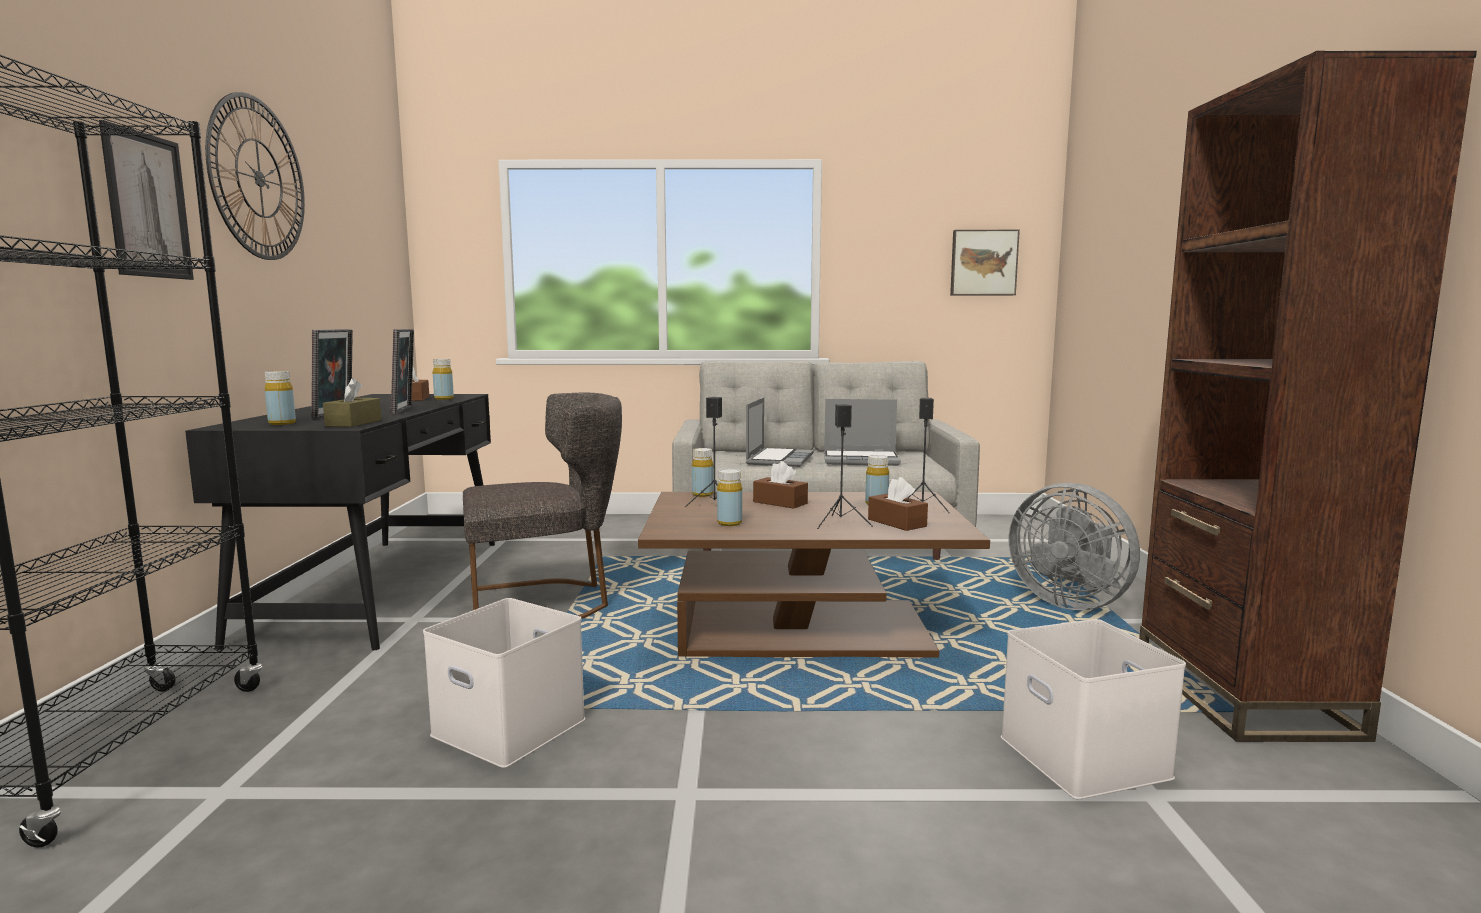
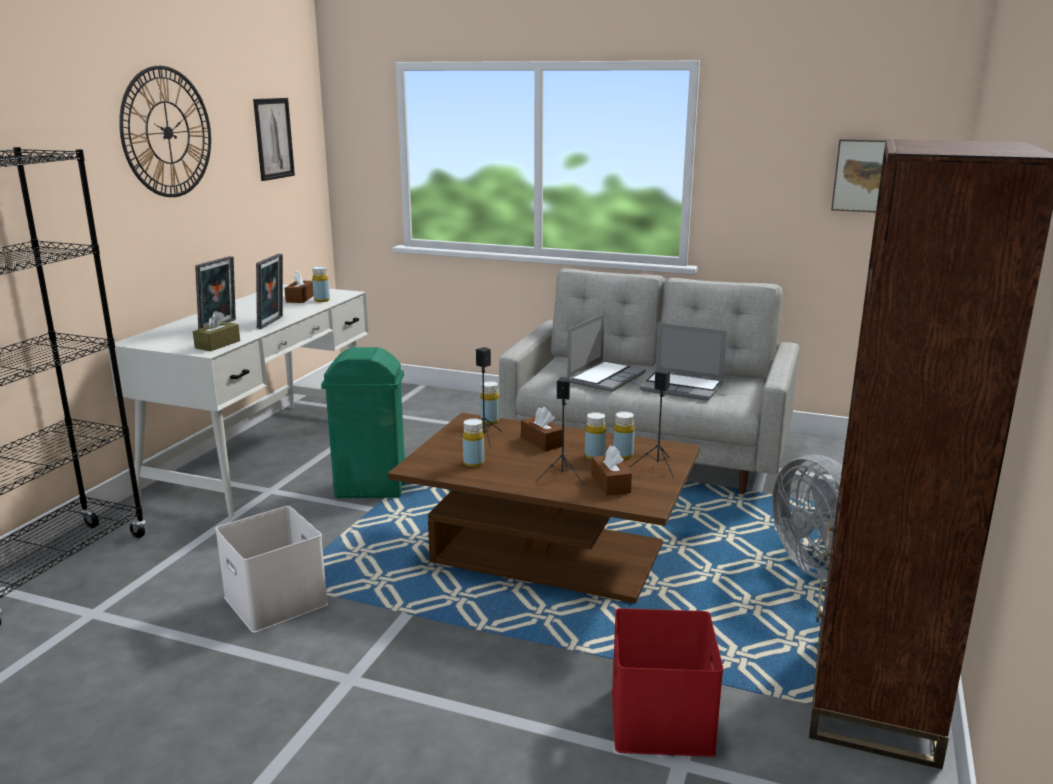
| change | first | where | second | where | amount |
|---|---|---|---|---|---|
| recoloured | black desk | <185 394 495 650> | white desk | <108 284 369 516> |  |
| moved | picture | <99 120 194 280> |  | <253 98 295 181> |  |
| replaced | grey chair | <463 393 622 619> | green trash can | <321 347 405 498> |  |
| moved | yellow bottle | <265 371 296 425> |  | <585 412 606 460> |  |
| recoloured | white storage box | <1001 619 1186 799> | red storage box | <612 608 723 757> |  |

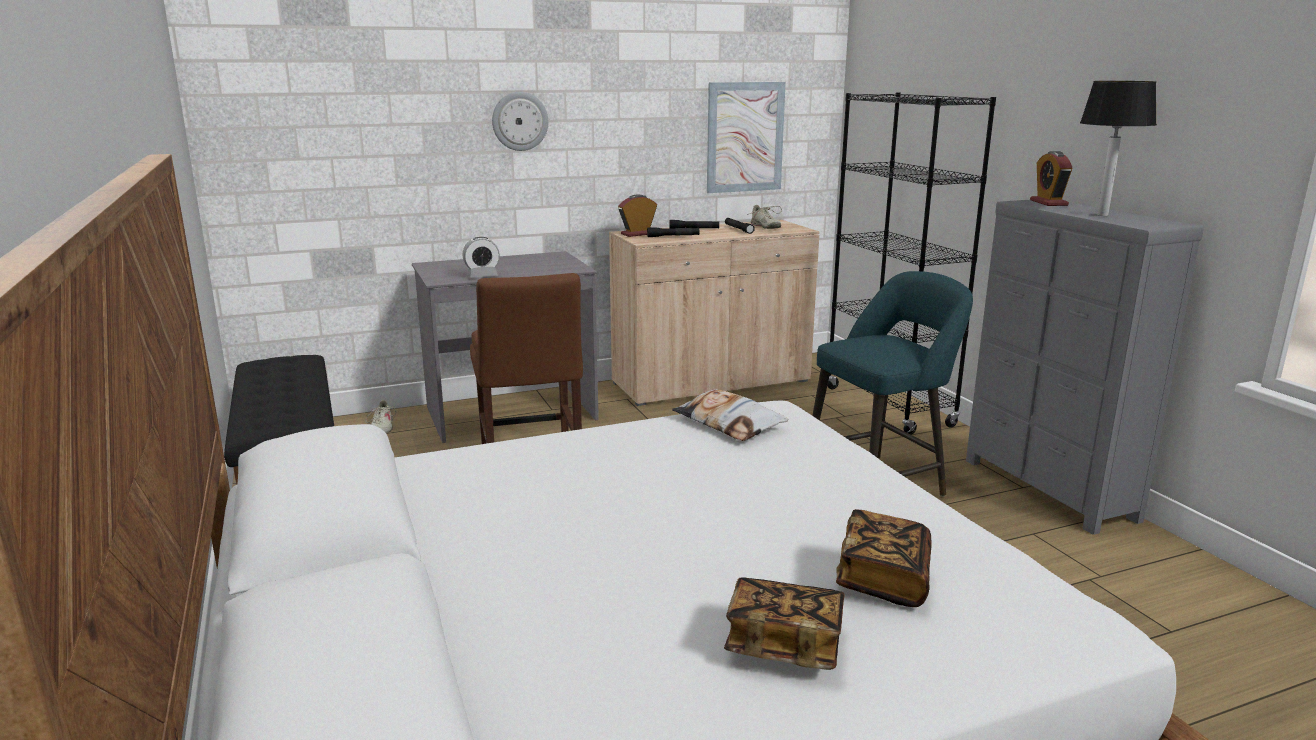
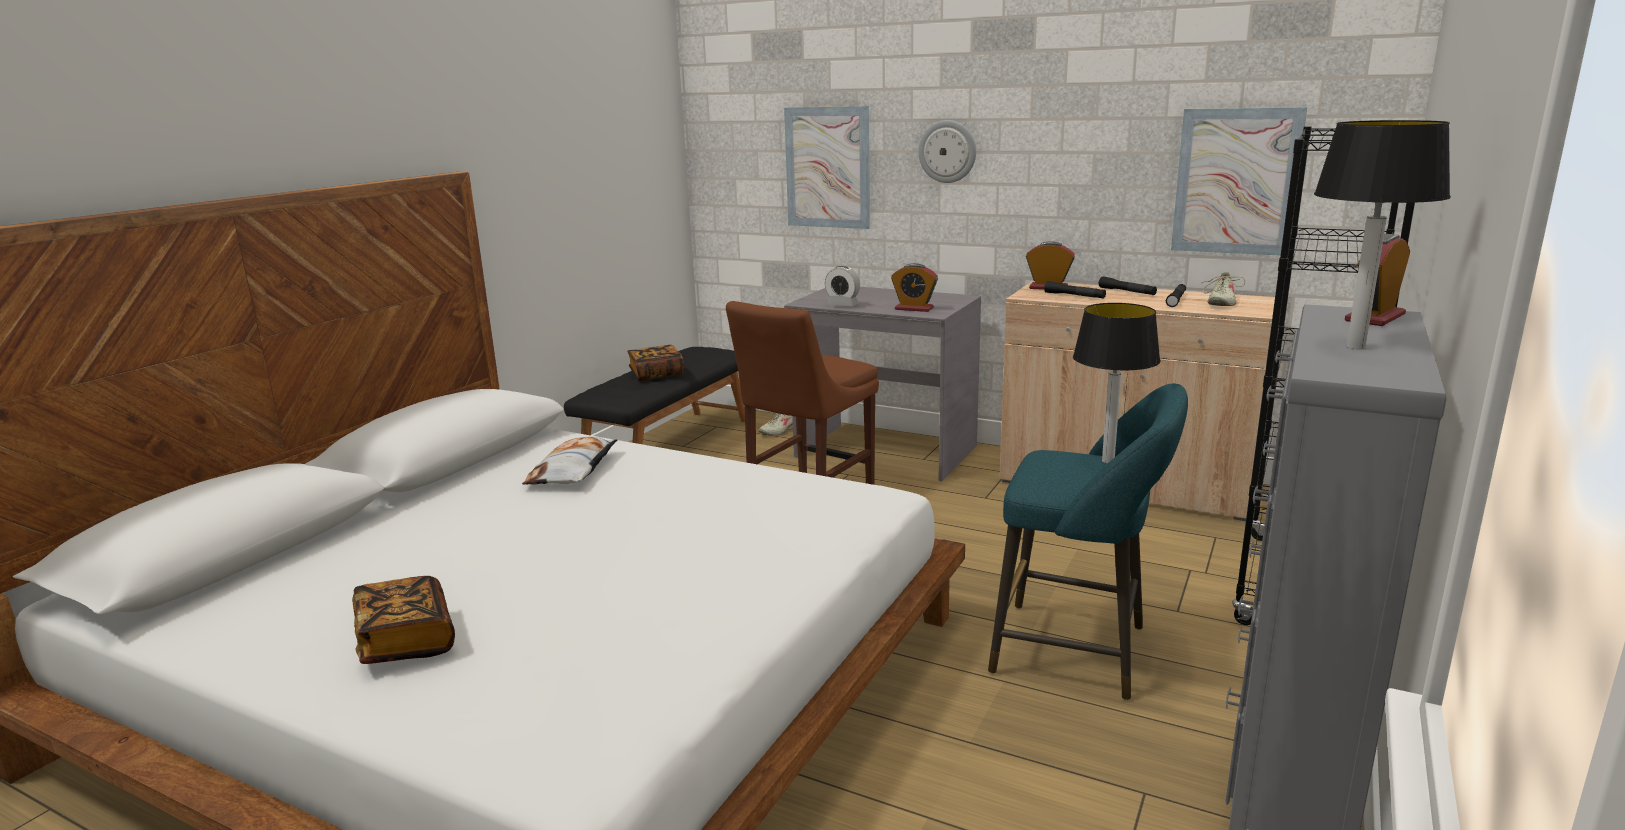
| change | first | where | second | where | amount |
|---|---|---|---|---|---|
| moved | pillow | <672 390 788 441> |  | <522 437 617 485> |  |
| moved | book | <836 509 932 607> |  | <627 345 683 381> |  |
| added |  |  | picture | <784 106 870 229> |  |
| added |  |  | alarm clock | <891 263 938 312> |  |
| added |  |  | table lamp | <1073 303 1161 463> |  |

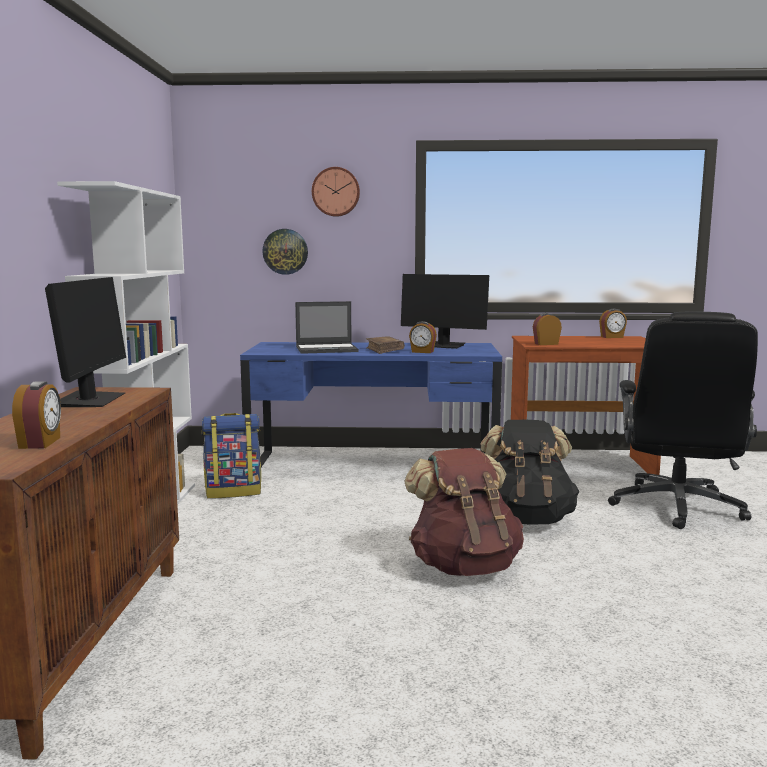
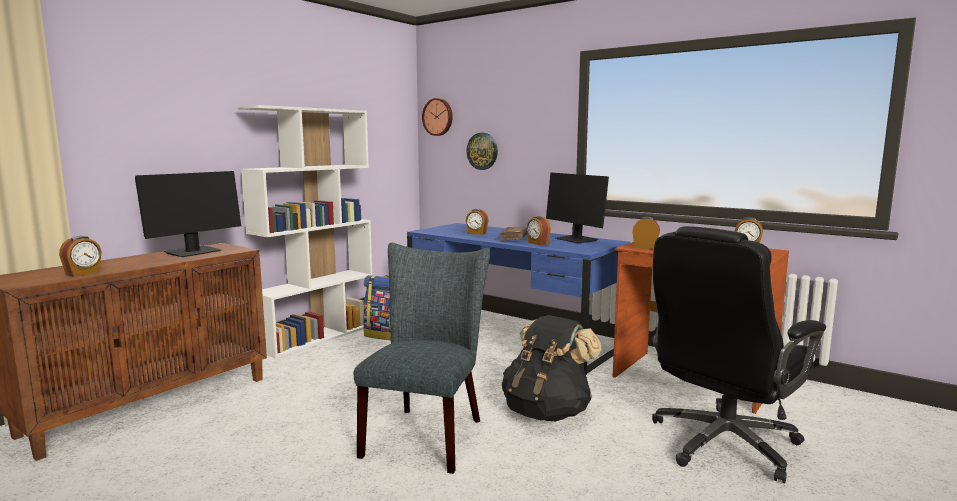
| change | first | where | second | where | amount |
|---|---|---|---|---|---|
| replaced | brown backpack | <404 448 524 576> | grey chair | <354 243 490 474> |  |
| moved | wall clock | <312 167 360 217> |  | <422 98 453 136> |  |
| replaced | laptop | <295 301 359 354> | alarm clock | <466 209 489 235> |  |

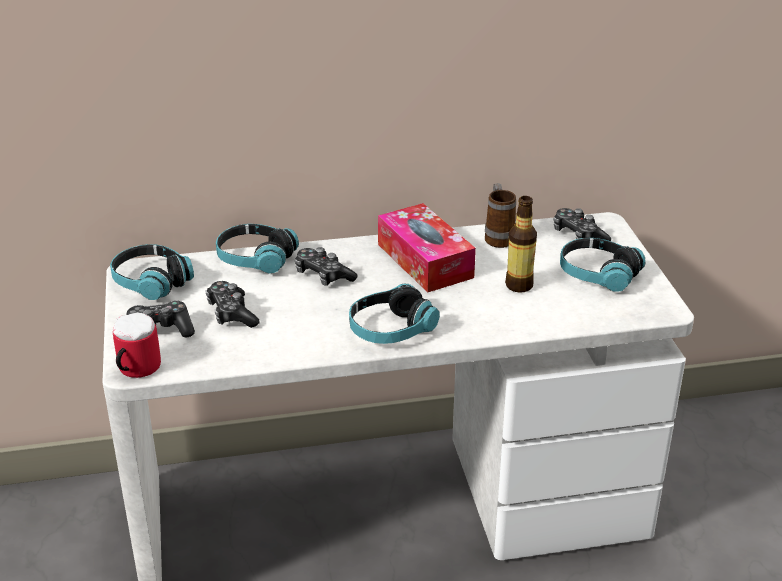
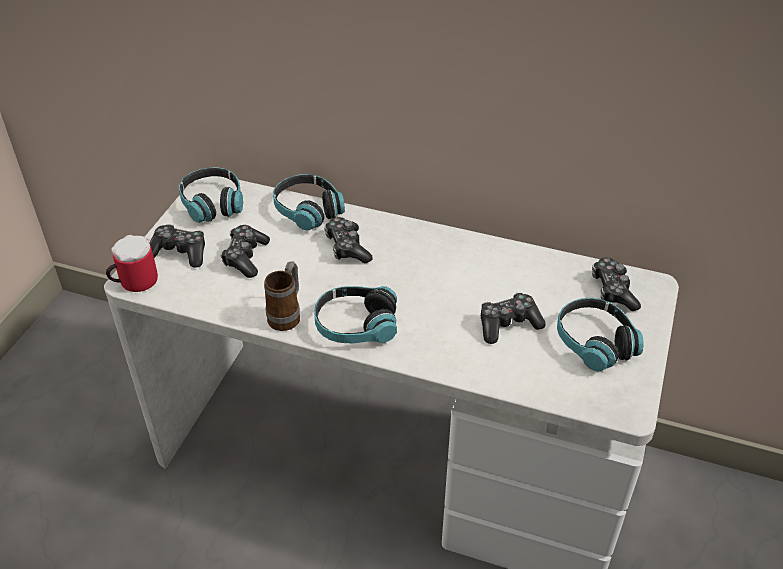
| change | first | where | second | where | amount |
|---|---|---|---|---|---|
| moved | mug | <485 183 516 248> |  | <264 262 300 331> |  |
| replaced | bottle | <505 196 537 293> | game controller | <481 293 546 344> |  |
| removed | tissue box | <378 203 476 292> |  |  |  |

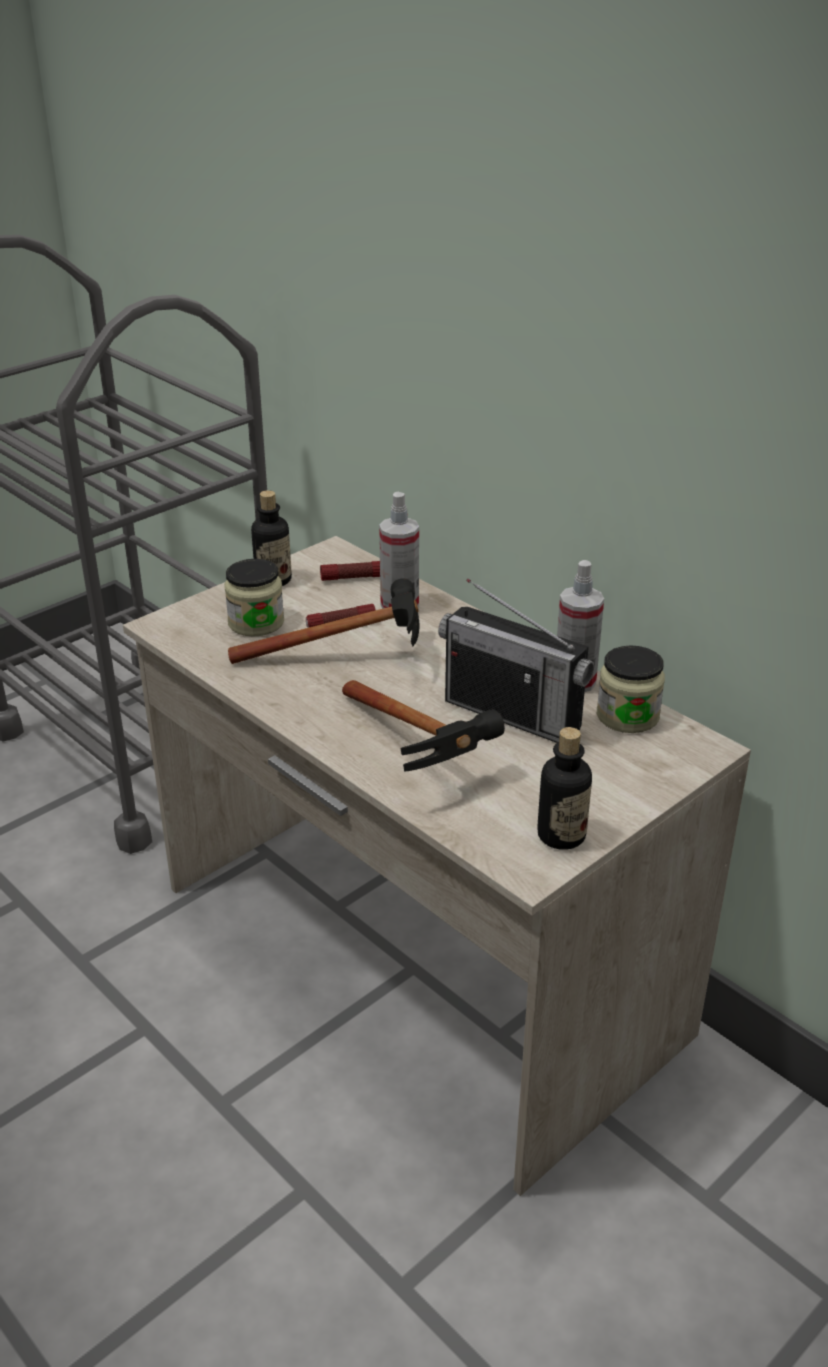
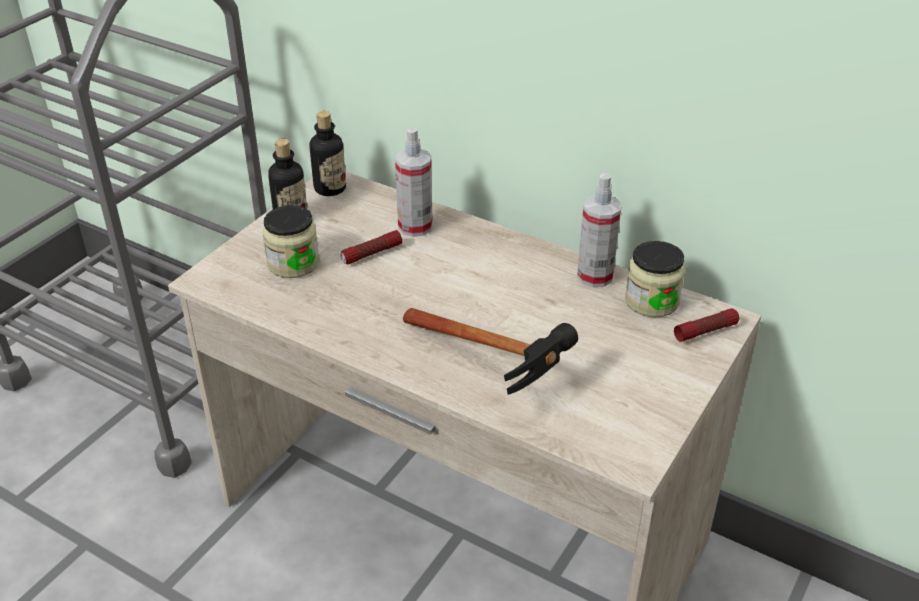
| change | first | where | second | where | amount |
|---|---|---|---|---|---|
| moved | bottle | <537 727 592 850> |  | <309 111 346 196> |  |
| moved | flashlight | <320 561 380 581> |  | <674 308 740 342> |  |
| removed | hammer | <228 578 420 664> |  |  |  |
| removed | radio | <438 579 594 743> |  |  |  |

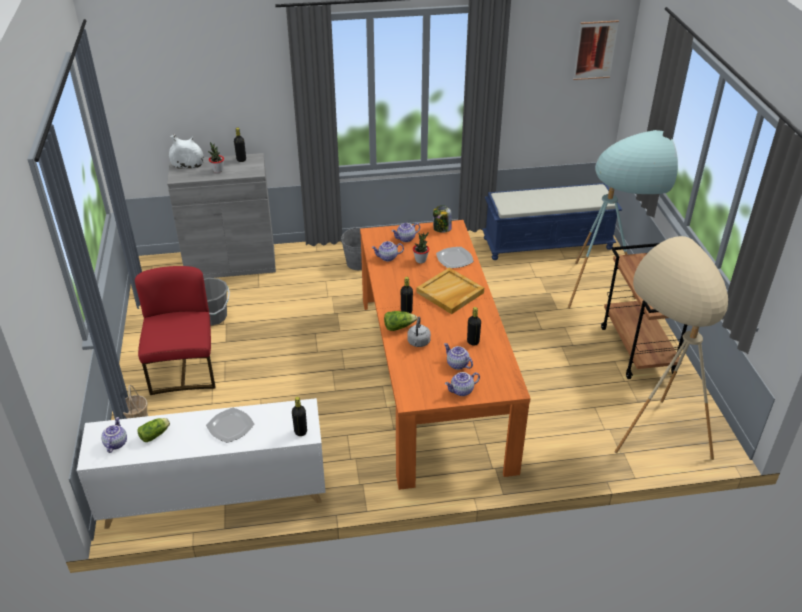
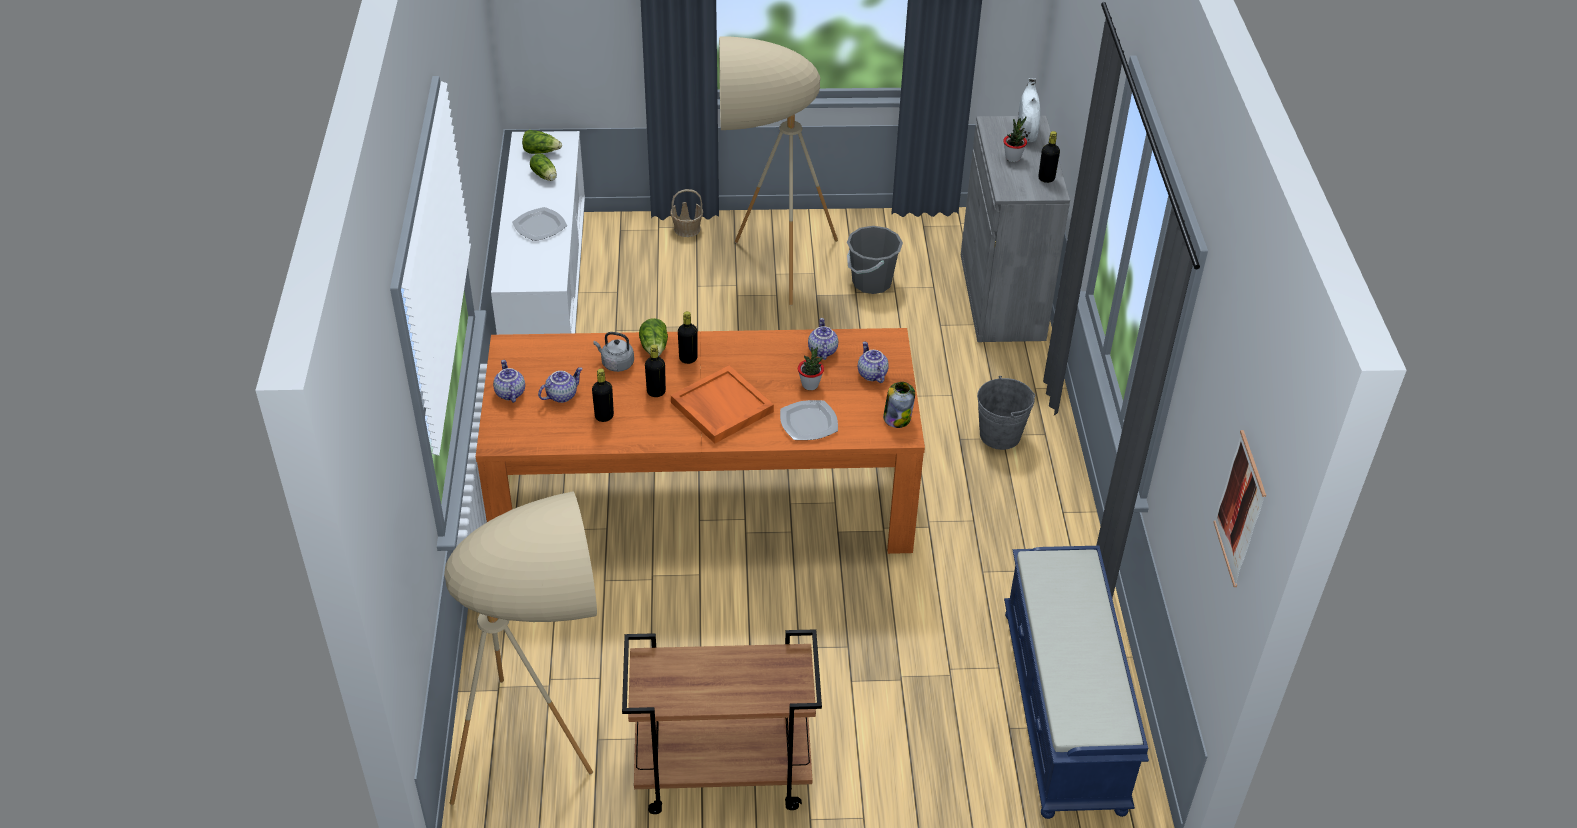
| change | first | where | second | where | amount |
|---|---|---|---|---|---|
| replaced | teapot | <101 417 127 453> | lettuce | <522 130 562 154> |  |
| moved | black bottle | <292 397 307 436> |  | <645 344 666 397> |  |
| recoloured | beige tray | <417 268 484 314> | orange tray | <671 365 774 443> |  |
| replaced | red chair | <135 266 216 395> | beige floor lamp | <719 36 838 306> |  |
| removed | turquoise floor lamp | <567 130 678 309> |  |  |  |

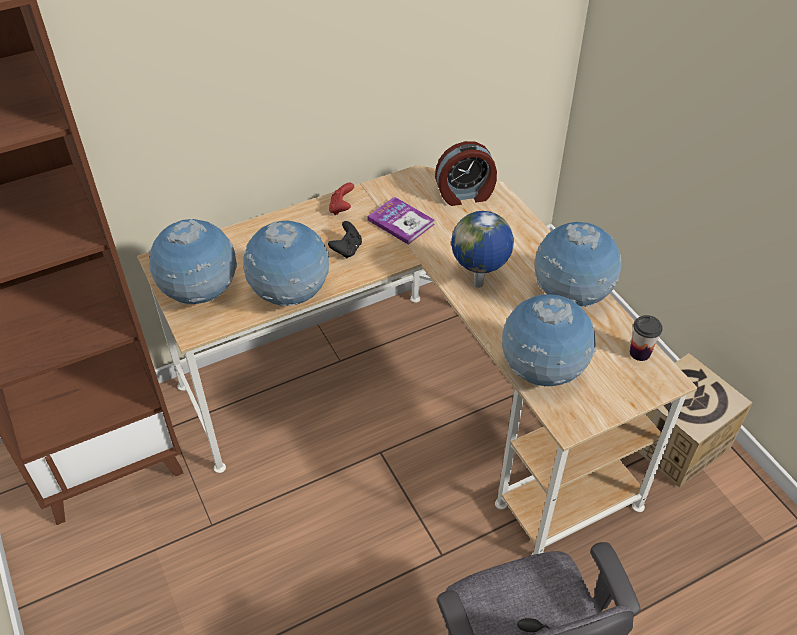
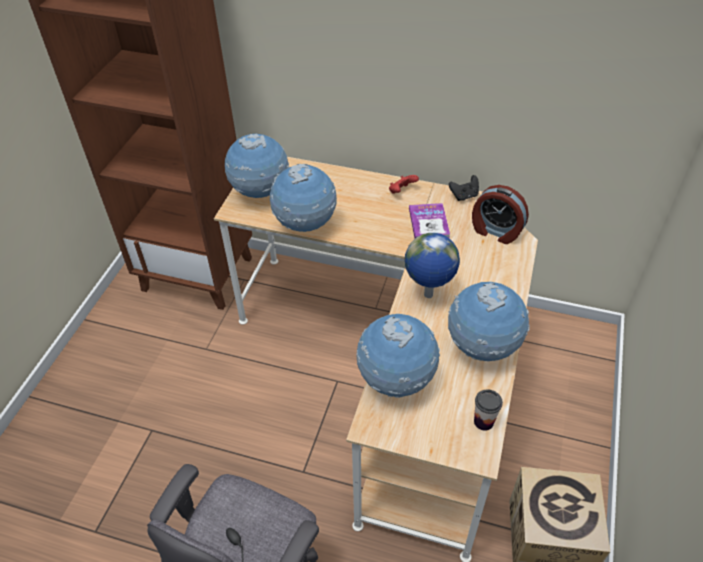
| change | first | where | second | where | amount |
|---|---|---|---|---|---|
| moved | black game controller | <328 221 362 258> |  | <449 175 479 201> |  |

